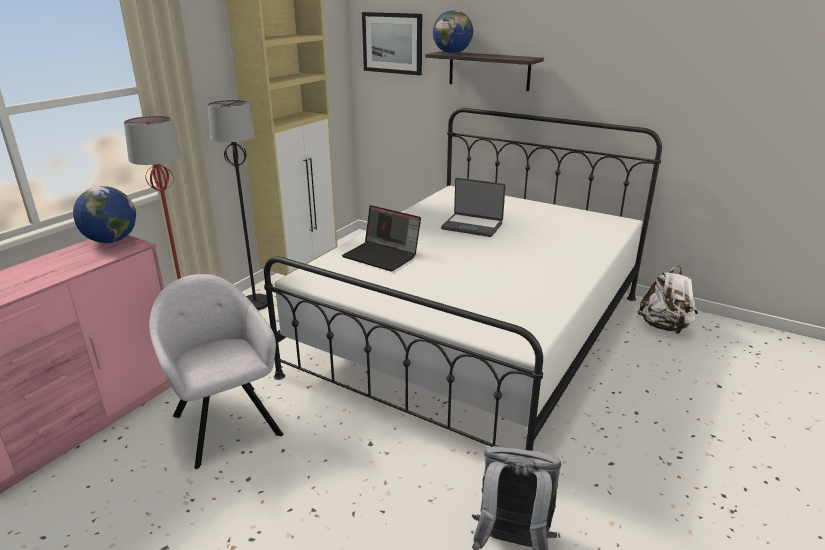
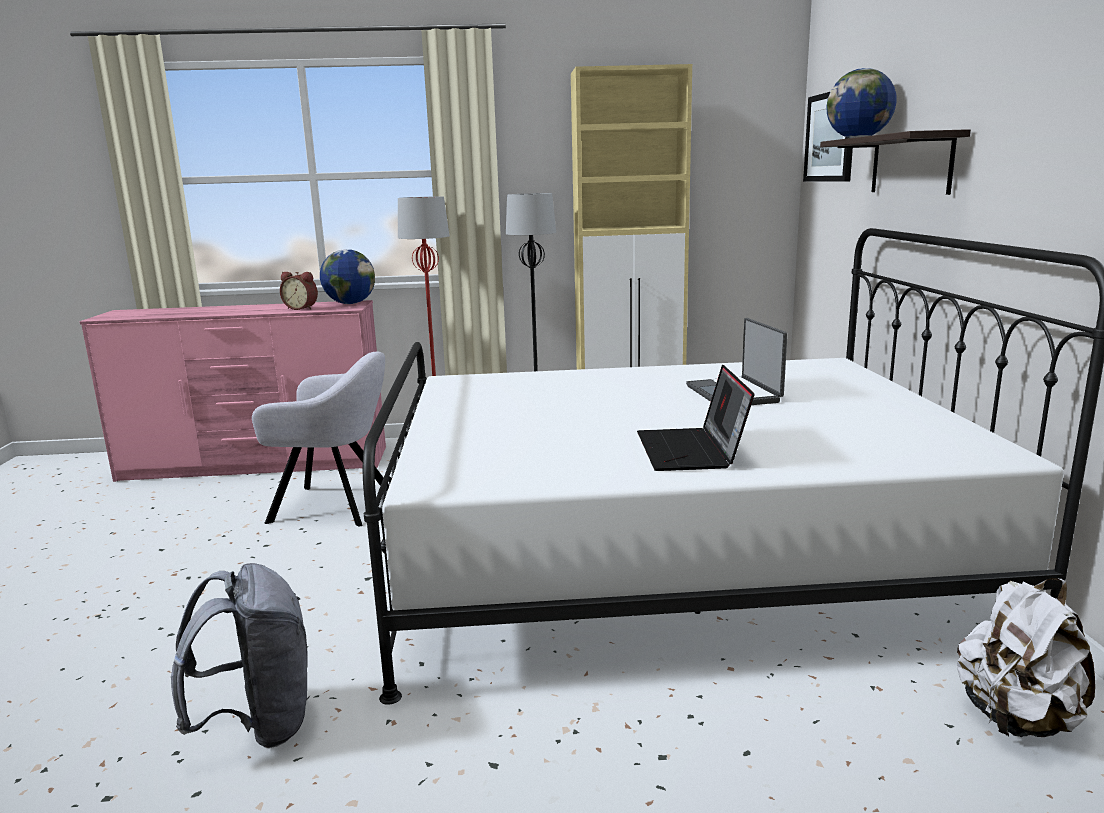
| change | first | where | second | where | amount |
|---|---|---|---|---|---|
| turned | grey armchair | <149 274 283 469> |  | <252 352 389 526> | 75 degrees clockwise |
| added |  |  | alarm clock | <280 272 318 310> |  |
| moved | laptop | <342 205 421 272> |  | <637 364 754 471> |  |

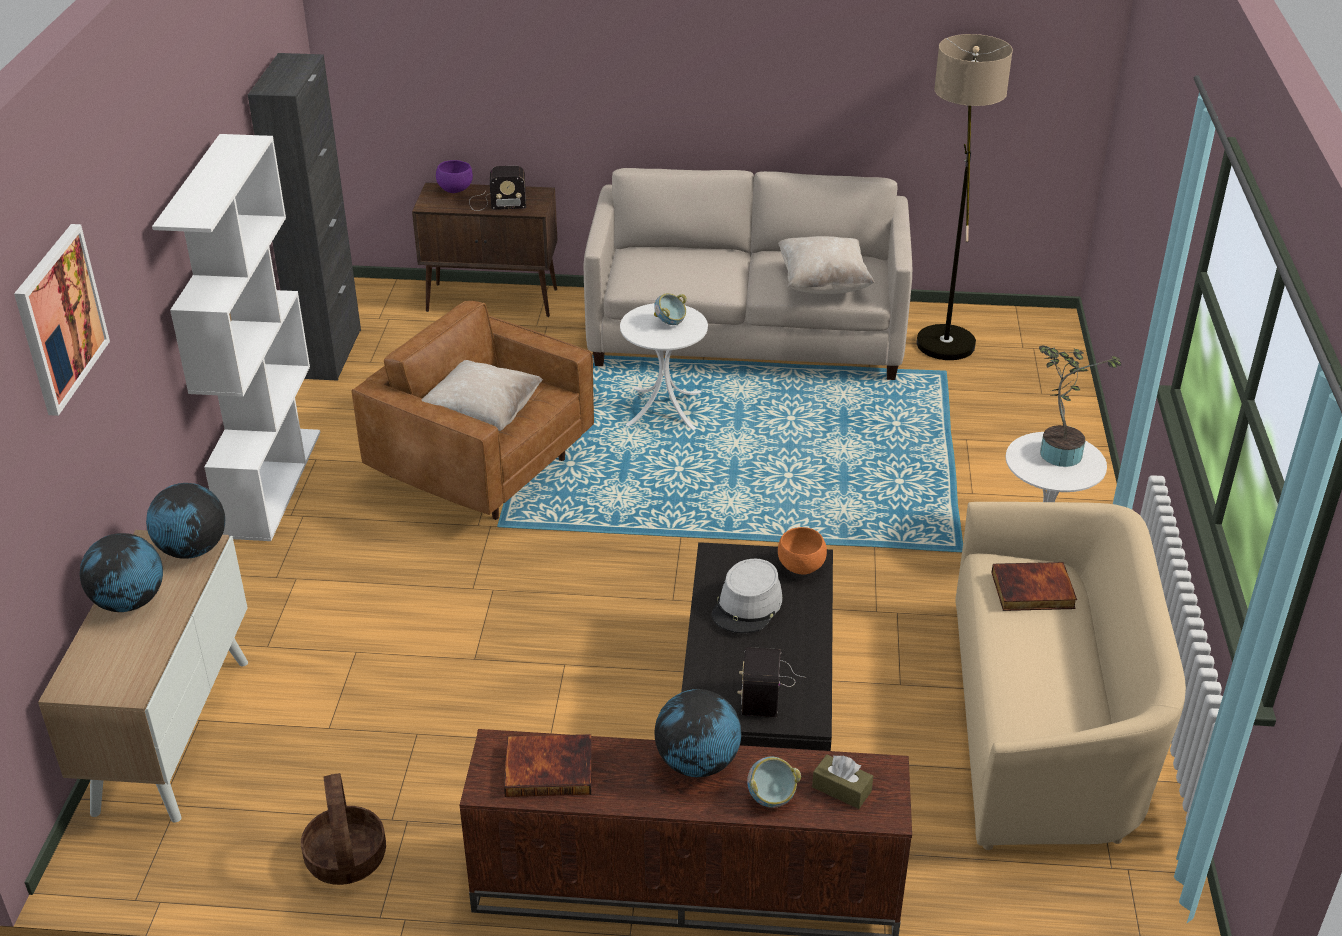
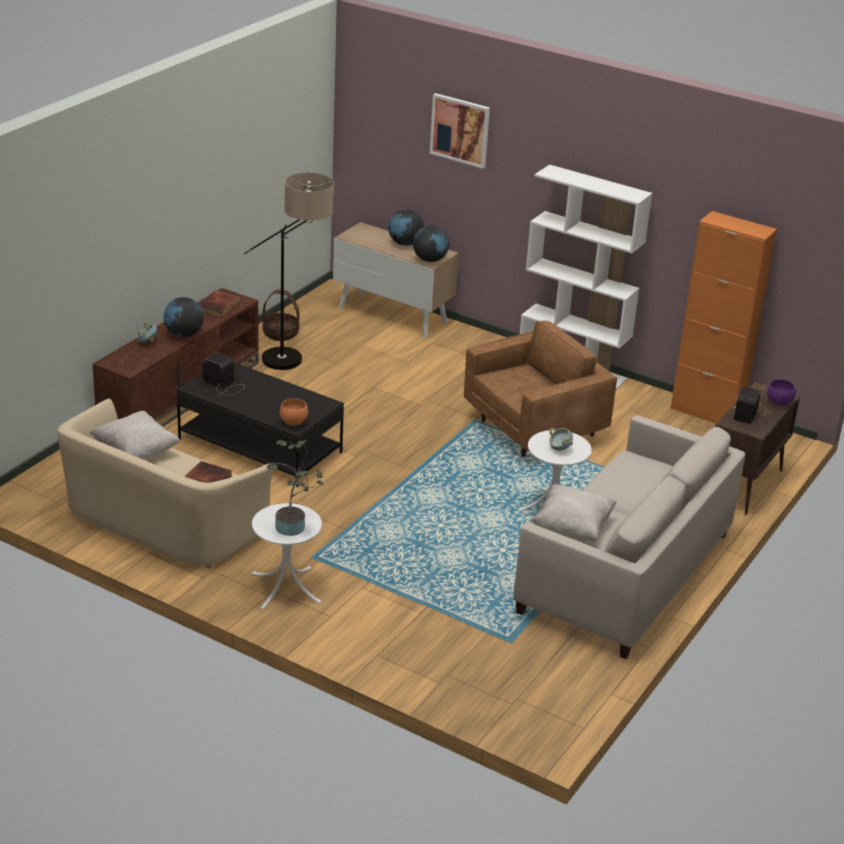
| change | first | where | second | where | amount |
|---|---|---|---|---|---|
| moved | beige pillow | <422 360 543 431> |  | <89 411 180 460> |  |
| moved | floor lamp | <917 34 1013 360> |  | <244 172 334 370> |  |
| recoloured | black cabinet | <248 53 361 381> | orange cabinet | <670 211 777 424> |  |
| removed | grey hat | <712 559 782 633> |  |  |  |
| removed | brown tissue box | <812 755 873 809> |  |  |  |

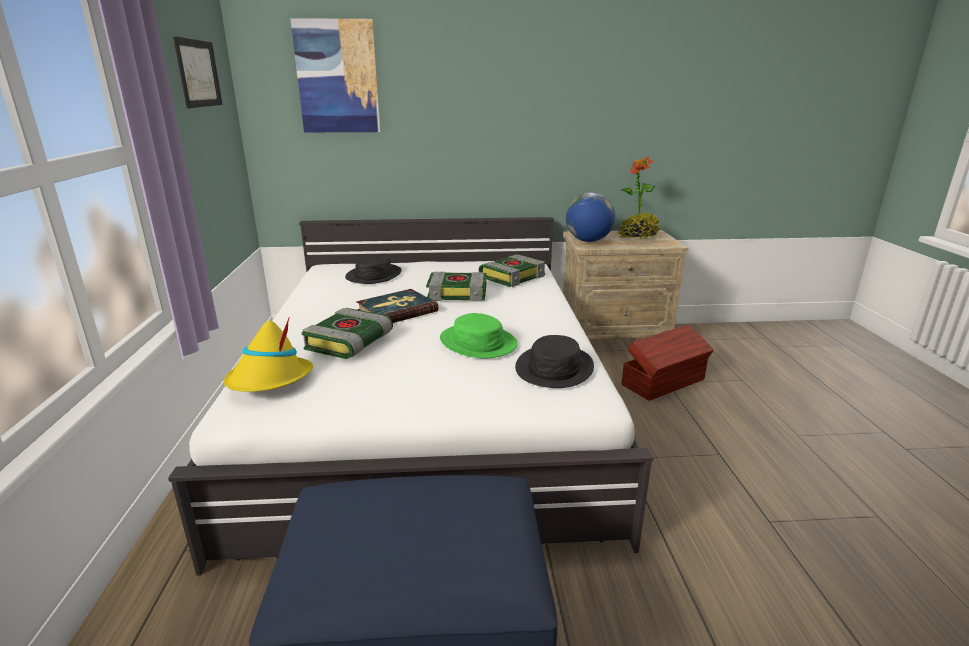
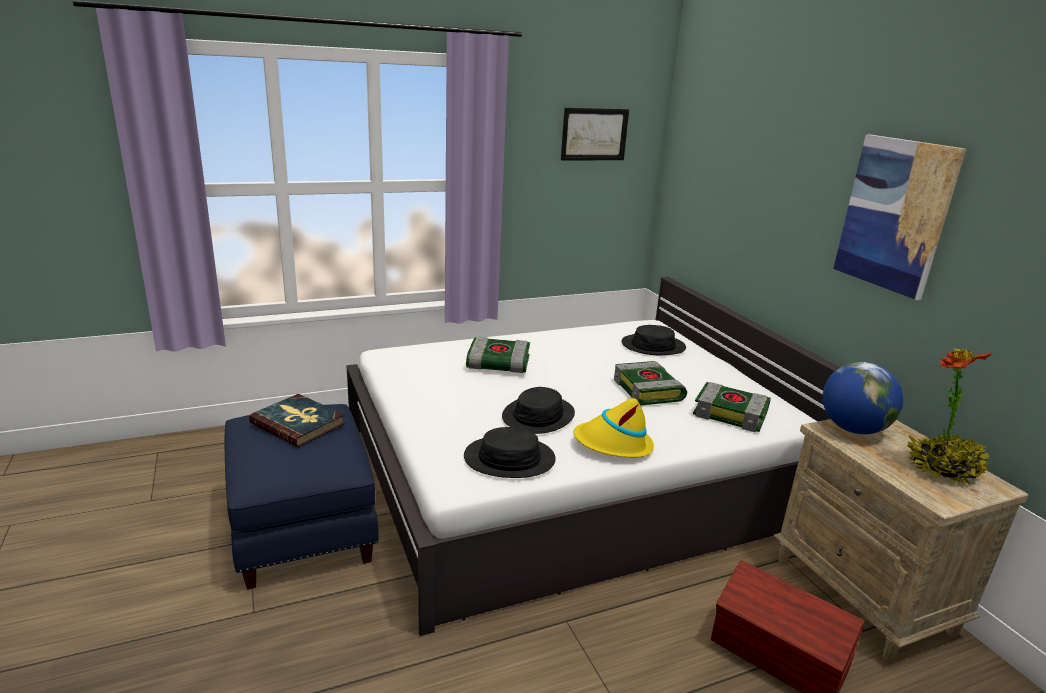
| change | first | where | second | where | amount |
|---|---|---|---|---|---|
| moved | book | <356 289 438 323> |  | <249 394 345 447> |  |
| recoloured | green hat | <440 313 518 358> | black hat | <502 387 575 434> |  |
| moved | yellow hat | <224 318 313 392> |  | <574 398 654 458> |  |
| moved | picture | <290 18 380 132> |  | <833 134 966 300> |  |

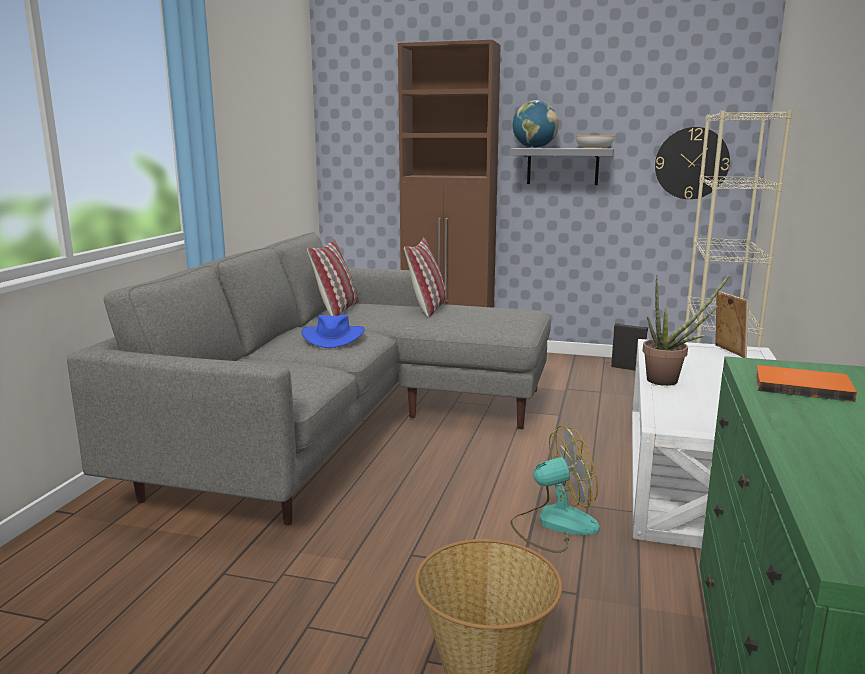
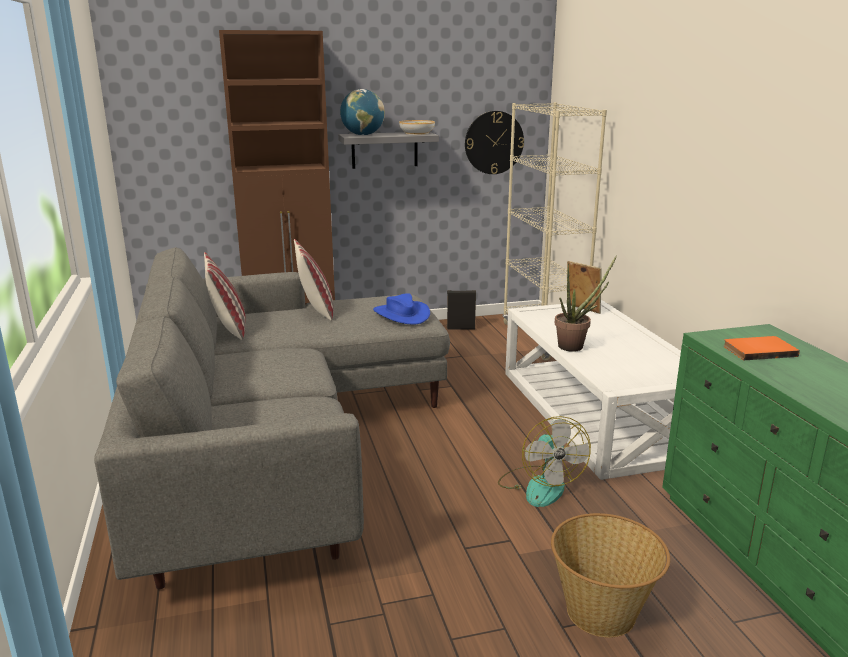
| change | first | where | second | where | amount |
|---|---|---|---|---|---|
| moved | blue hat | <301 315 365 348> |  | <373 293 430 325> |  |
| turned | fan | <510 425 600 553> |  | <498 416 591 507> | 120 degrees clockwise |

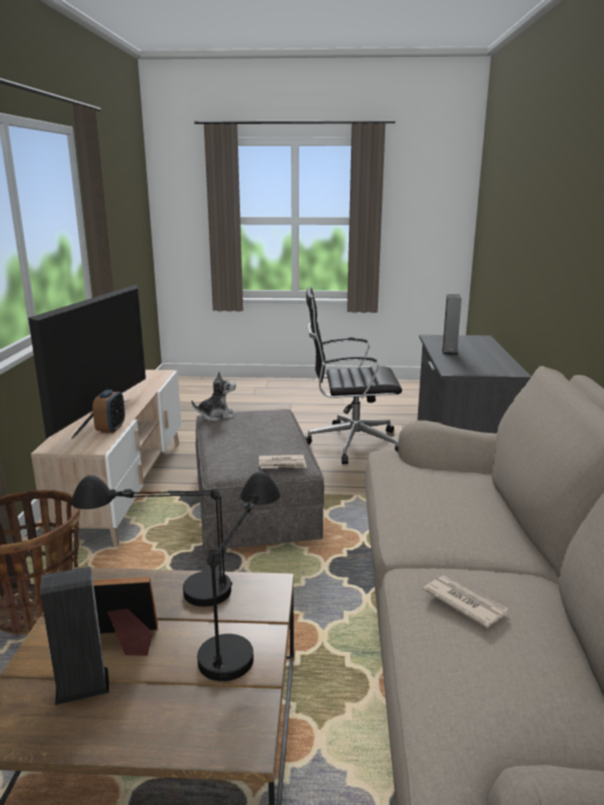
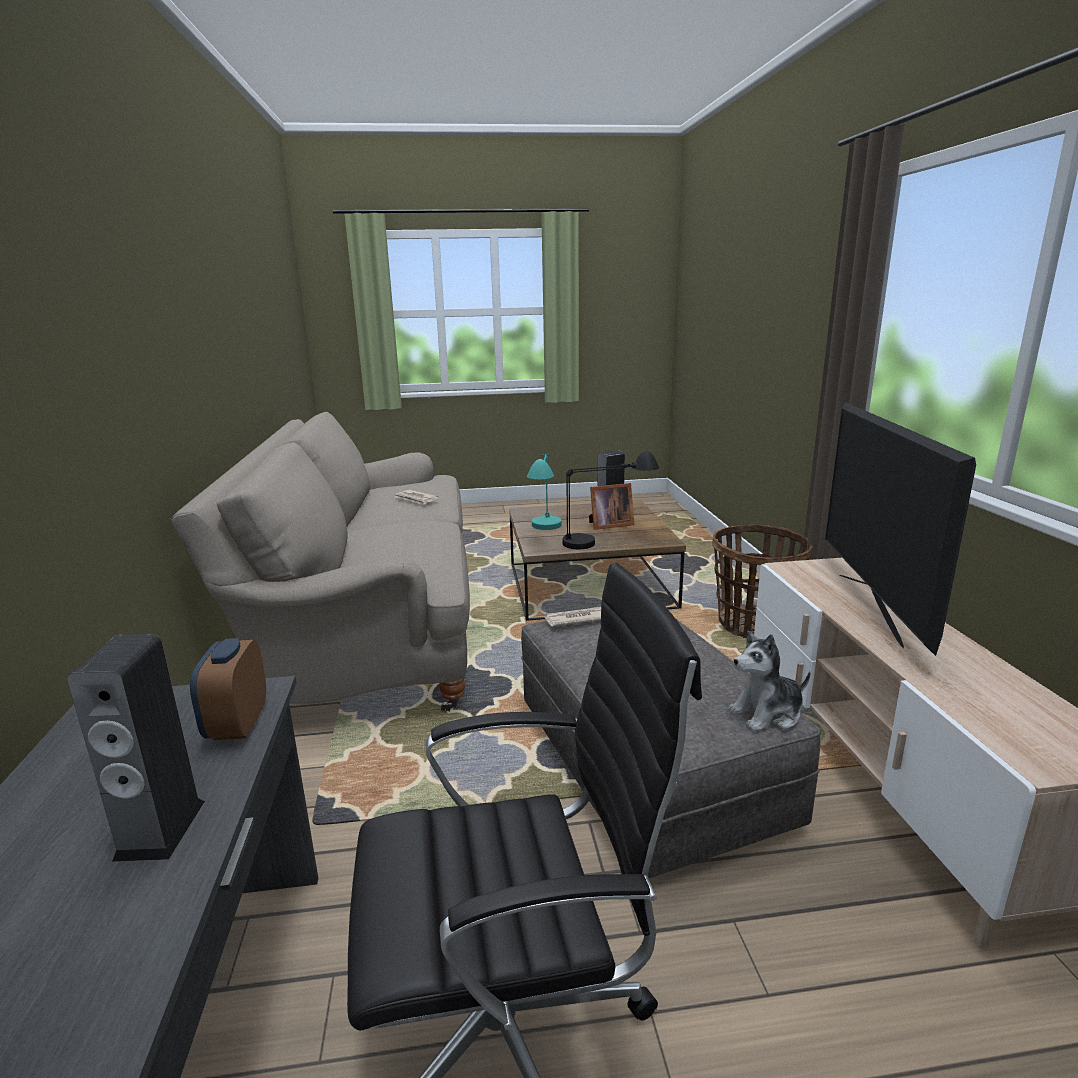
| change | first | where | second | where | amount |
|---|---|---|---|---|---|
| moved | alarm clock | <93 390 125 433> |  | <190 638 266 740> |  |
| recoloured | black table lamp | <197 471 281 681> | turquoise table lamp | <527 454 562 530> |  |

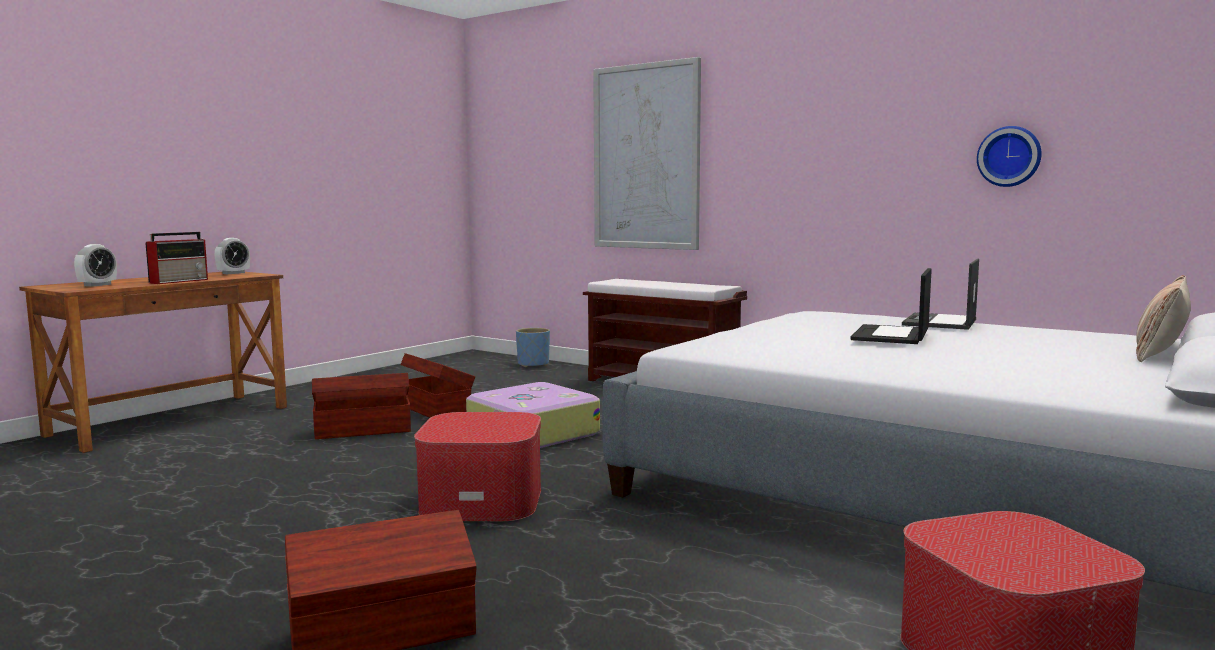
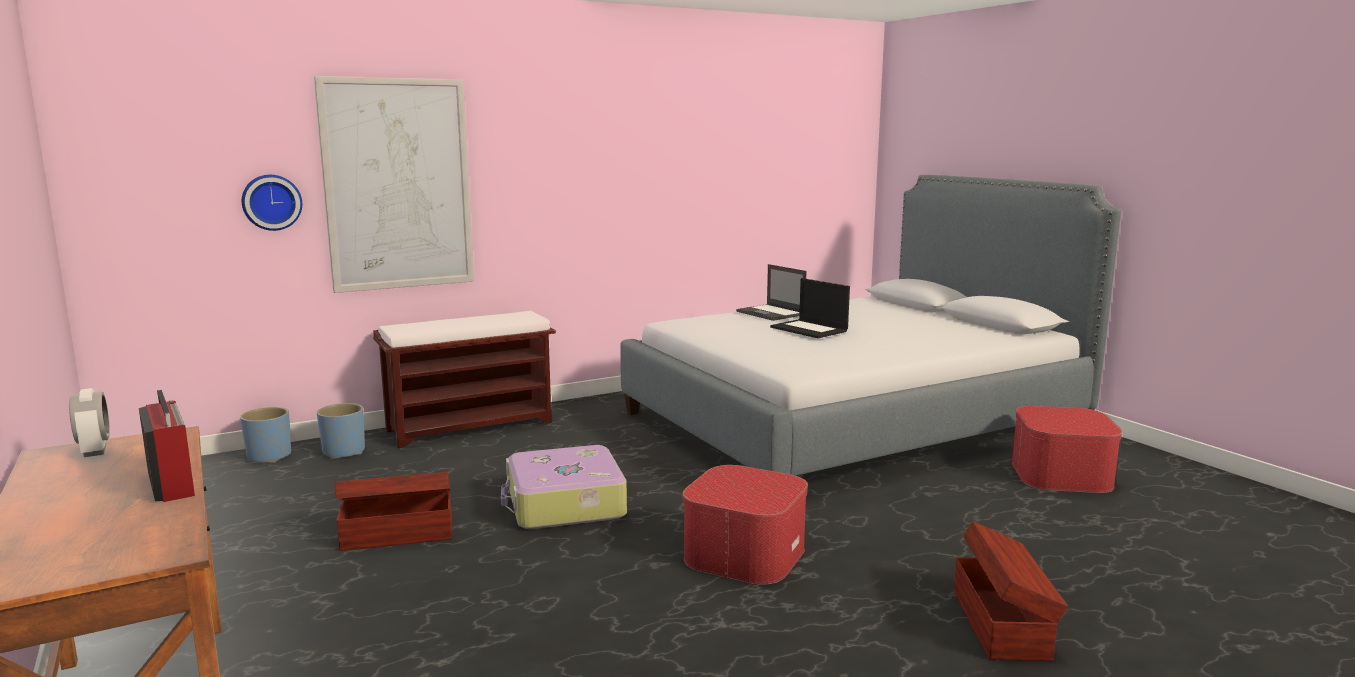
| change | first | where | second | where | amount |
|---|---|---|---|---|---|
| moved | wall clock | <977 126 1042 187> |  | <242 175 302 231> |  |
| added |  |  | blue planter | <317 403 365 459> |  |
| removed | alarm clock | <74 244 117 287> |  |  |  |
| removed | brown storage box | <312 373 411 439> |  |  |  |
| removed | pillow | <1136 275 1191 362> |  |  |  |

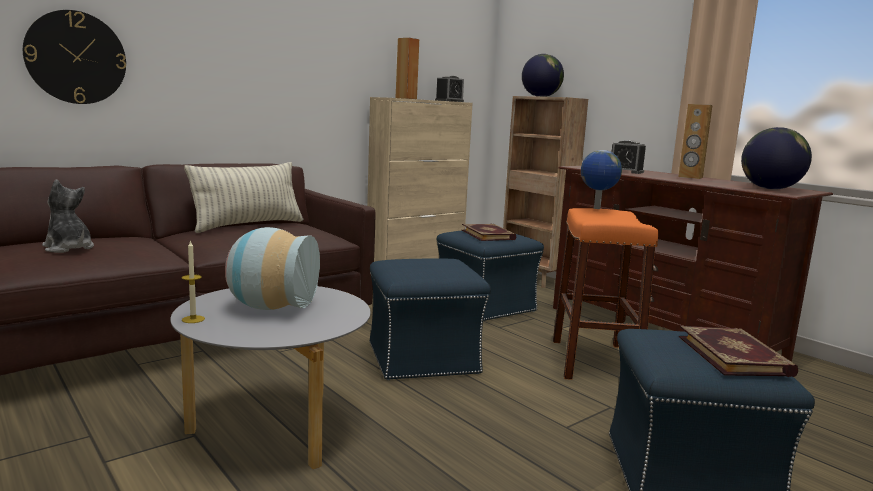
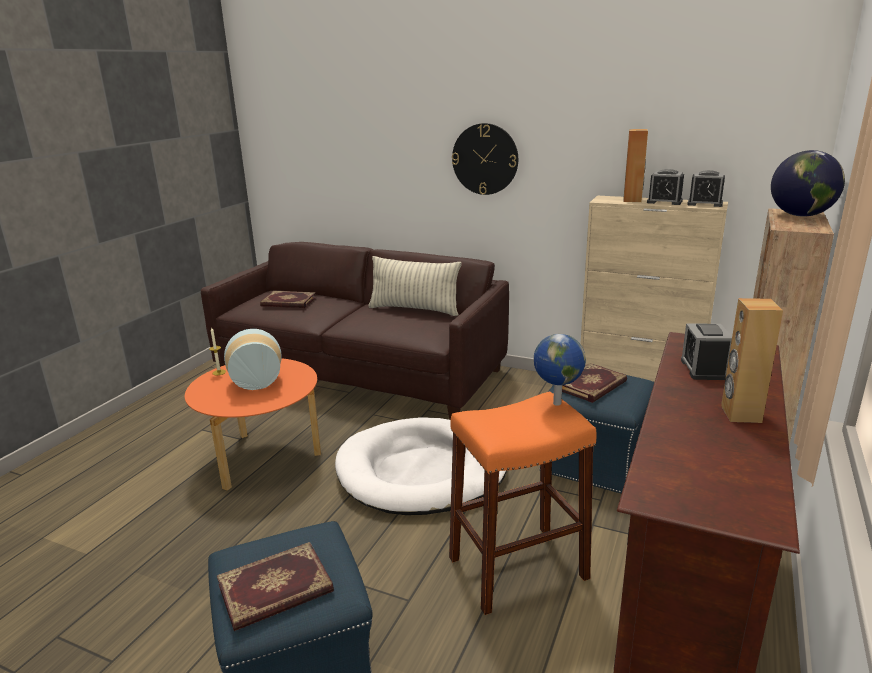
| change | first | where | second | where | amount |
|---|---|---|---|---|---|
| recoloured | grey coffee table | <170 286 371 469> | orange coffee table | <185 358 321 491> |  |
| replaced | plush toy | <42 180 94 253> | book | <260 291 316 308> |  |
| replaced | blue ottoman | <370 258 491 380> | white dog bed | <335 417 507 515> |  |
| moved | wall clock | <23 10 126 104> |  | <452 123 518 195> |  |
| added |  |  | alarm clock | <647 169 684 205> |  |
| removed | globe | <741 127 812 190> |  |  |  |

